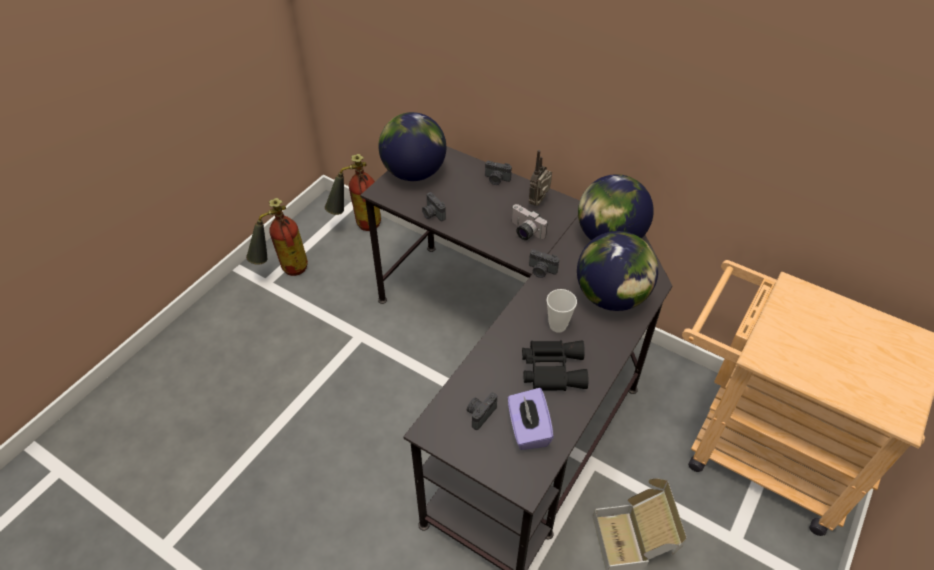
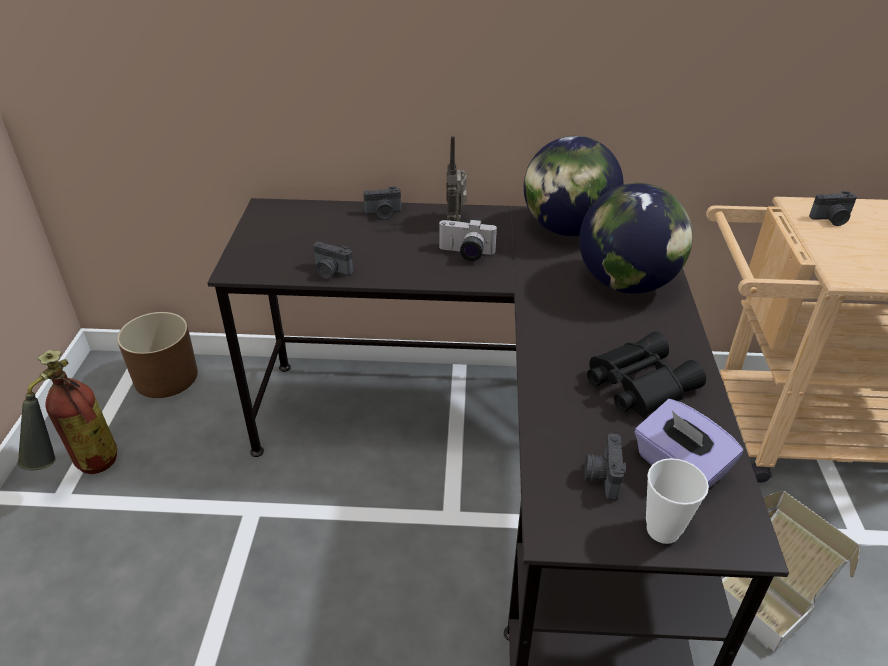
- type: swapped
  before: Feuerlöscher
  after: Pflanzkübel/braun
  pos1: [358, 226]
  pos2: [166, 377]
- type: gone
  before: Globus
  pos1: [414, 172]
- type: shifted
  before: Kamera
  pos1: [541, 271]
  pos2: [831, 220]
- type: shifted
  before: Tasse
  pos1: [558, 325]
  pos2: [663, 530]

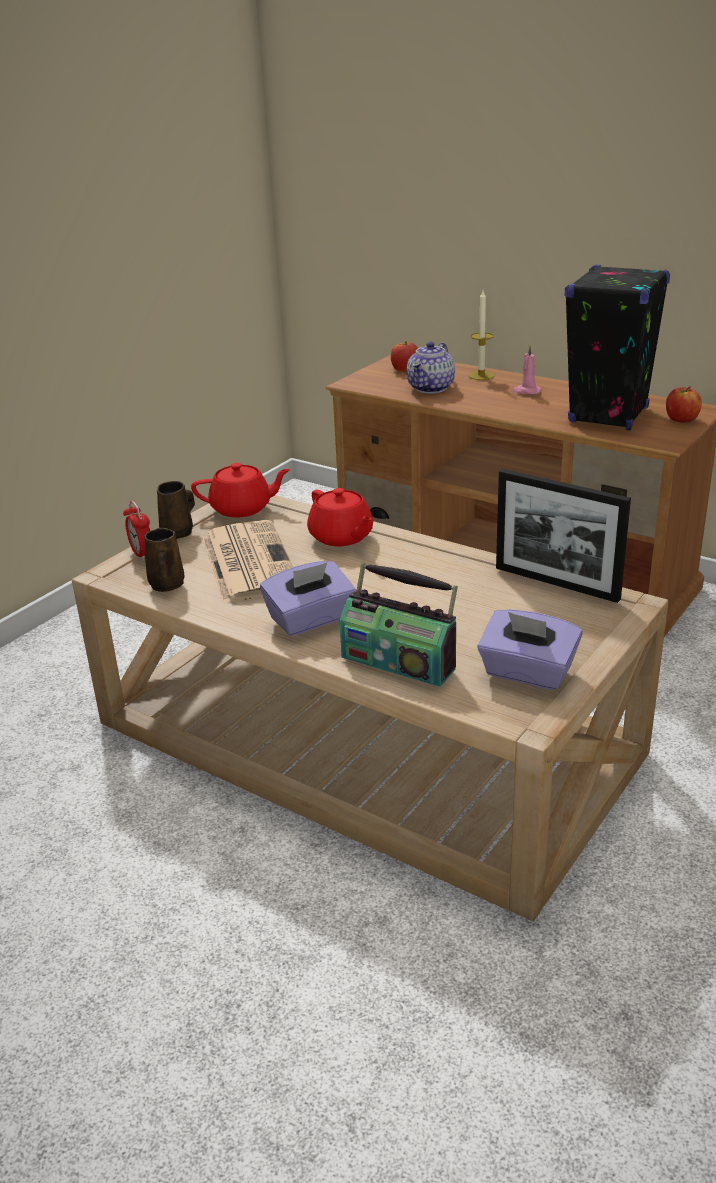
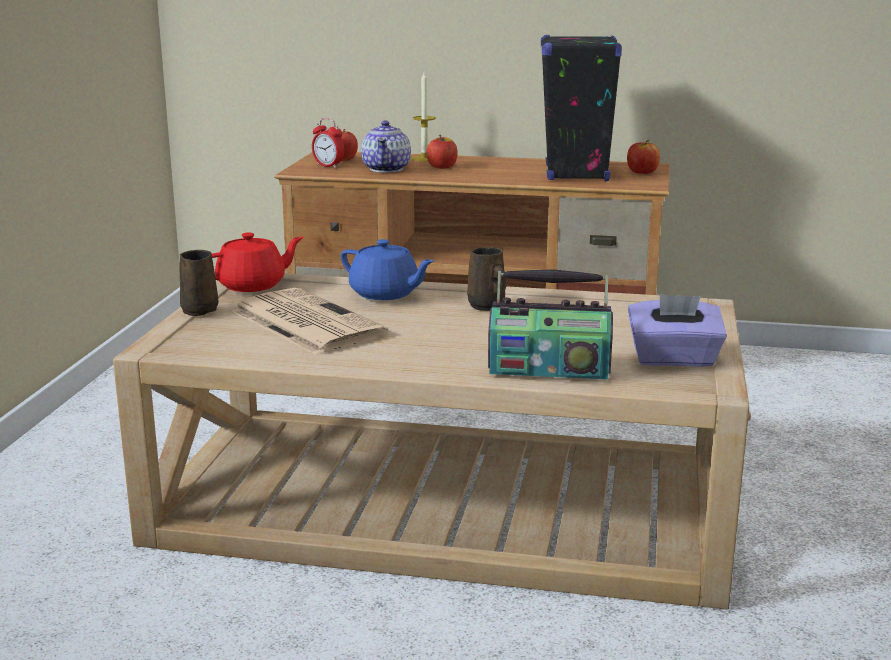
- type: shifted
  before: Wecker
  pos1: [142, 554]
  pos2: [328, 166]
- type: shifted
  before: Henkelbecher/braun
  pos1: [166, 585]
  pos2: [487, 307]
- type: gone
  before: Taschentuchbox/lila
  pos1: [310, 620]
- type: repainted
  before: Teekanne/rot
  after: Teekanne/blau
  pos1: [341, 537]
  pos2: [385, 294]
- type: gone
  before: Bilderrahmen
  pos1: [556, 583]
- type: gone
  before: Kerze/rosa
  pos1: [526, 391]
- type: new
  after: Apfel
  pos2: [442, 167]

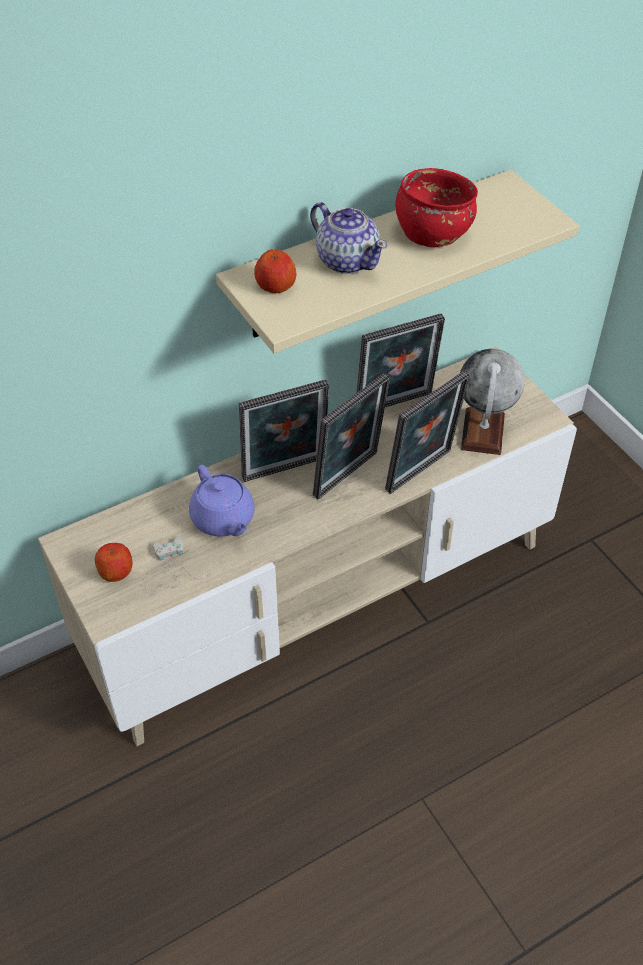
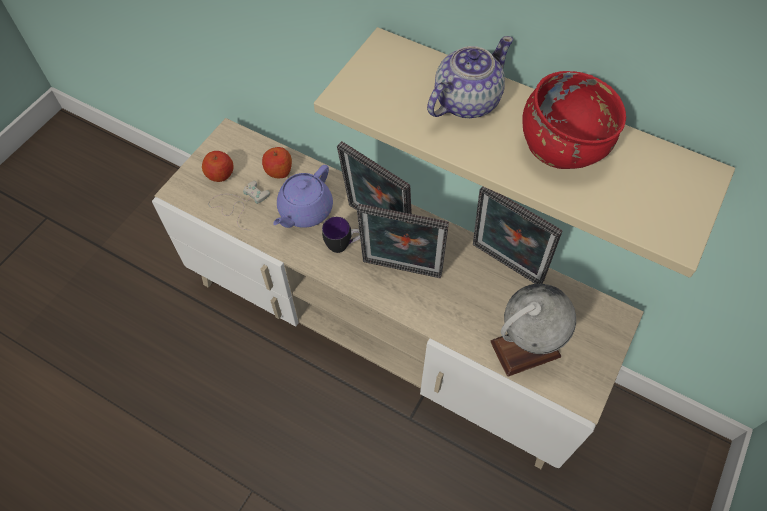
- type: shifted
  before: Apfel
  pos1: [275, 286]
  pos2: [278, 170]
- type: rotated
  before: Teekanne
  pos1: [347, 260]
  pos2: [465, 102]
  turn: -150
- type: gone
  before: Bilderrahmen
  pos1: [422, 473]
- type: new
  after: Henkelbecher
  pos2: [343, 245]

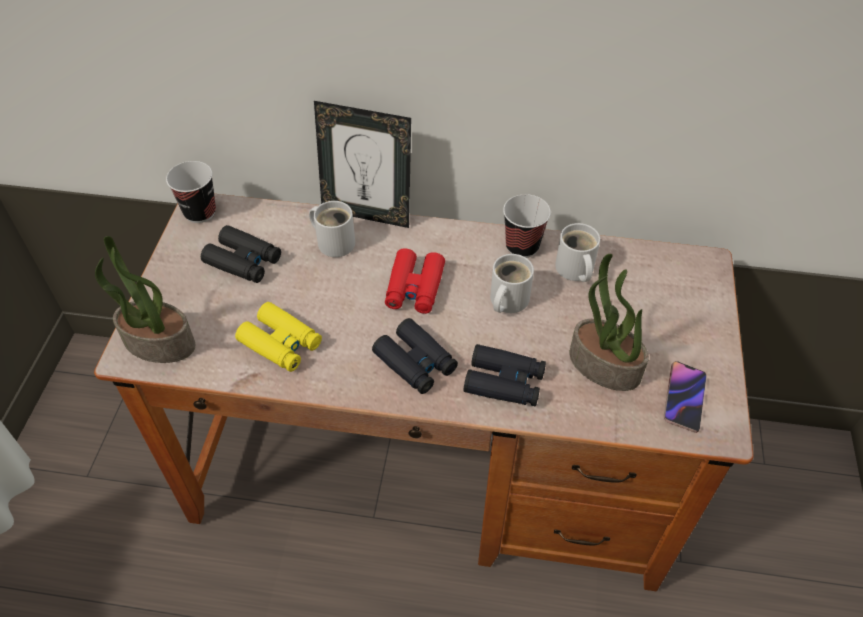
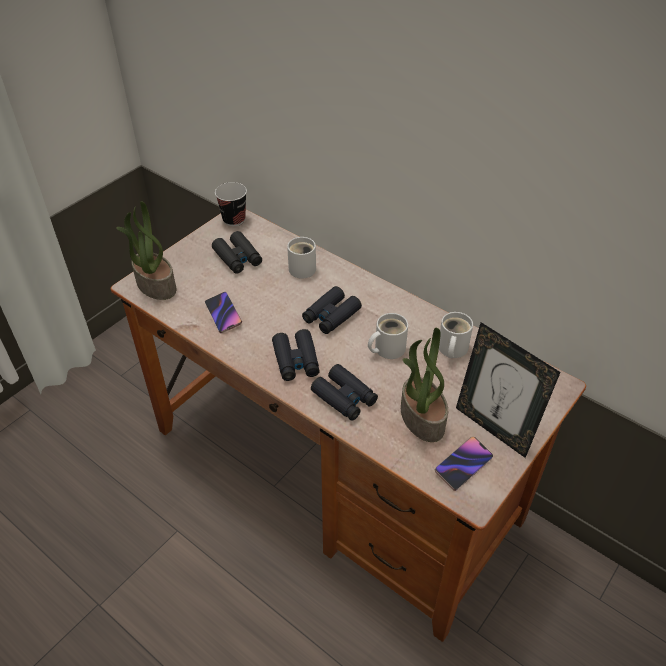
- type: swapped
  before: Fernglas/gelb
  after: Handy
  pos1: [281, 343]
  pos2: [223, 314]
- type: shifted
  before: Bilderrahmen
  pos1: [367, 213]
  pos2: [493, 428]
- type: repainted
  before: Fernglas/rot
  after: Fernglas/schwarz
  pos1: [414, 288]
  pos2: [331, 316]
- type: gone
  before: Tasse
  pos1: [522, 247]

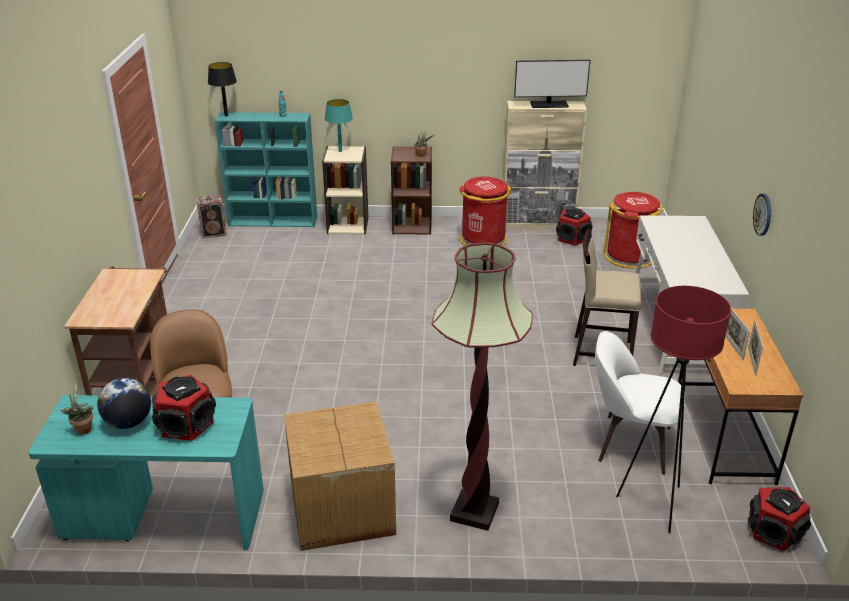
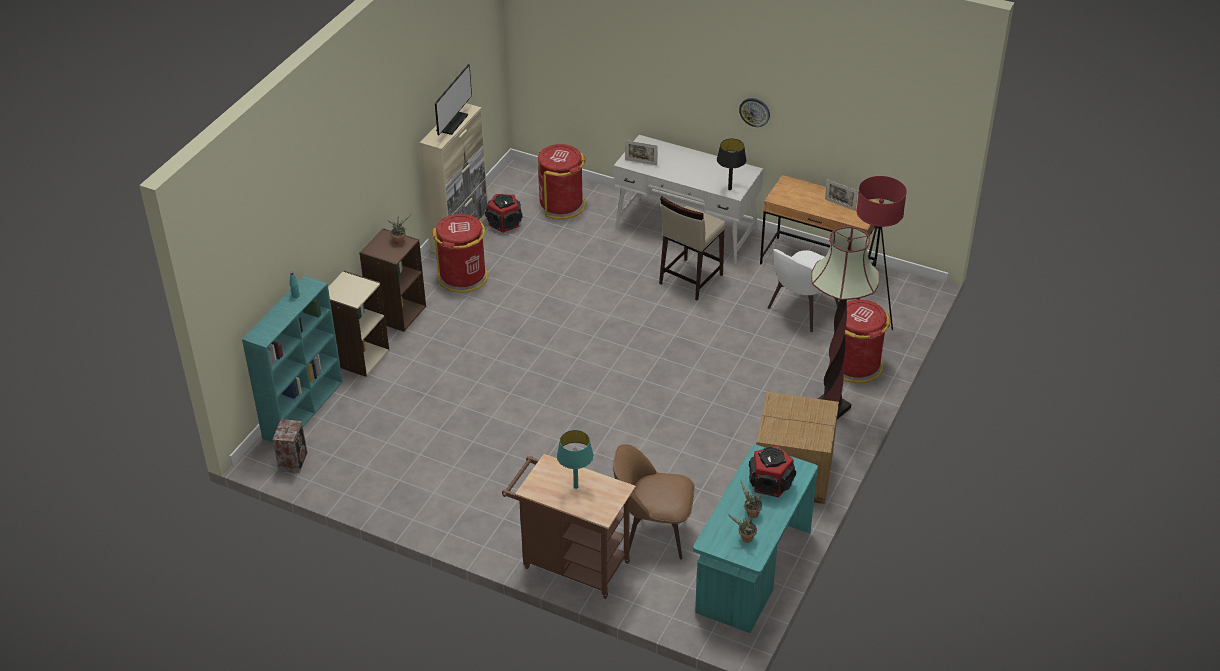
- type: swapped
  before: Globus
  after: Topfpflanze
  pos1: [128, 423]
  pos2: [750, 513]
- type: shifted
  before: Tischlampe/schwarz
  pos1: [226, 115]
  pos2: [729, 189]
- type: shifted
  before: Tischlampe/türkis
  pos1: [340, 151]
  pos2: [576, 487]
- type: shifted
  before: Bilderrahmen
  pos1: [733, 346]
  pos2: [641, 162]
- type: gone
  before: Lautsprecher
  pos1: [773, 532]
- type: new
  after: Mülleimer/rot
  pos2: [856, 365]

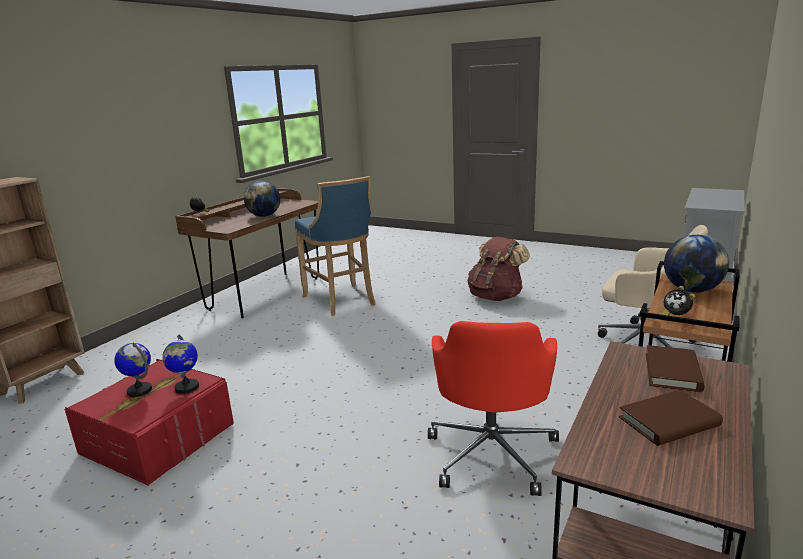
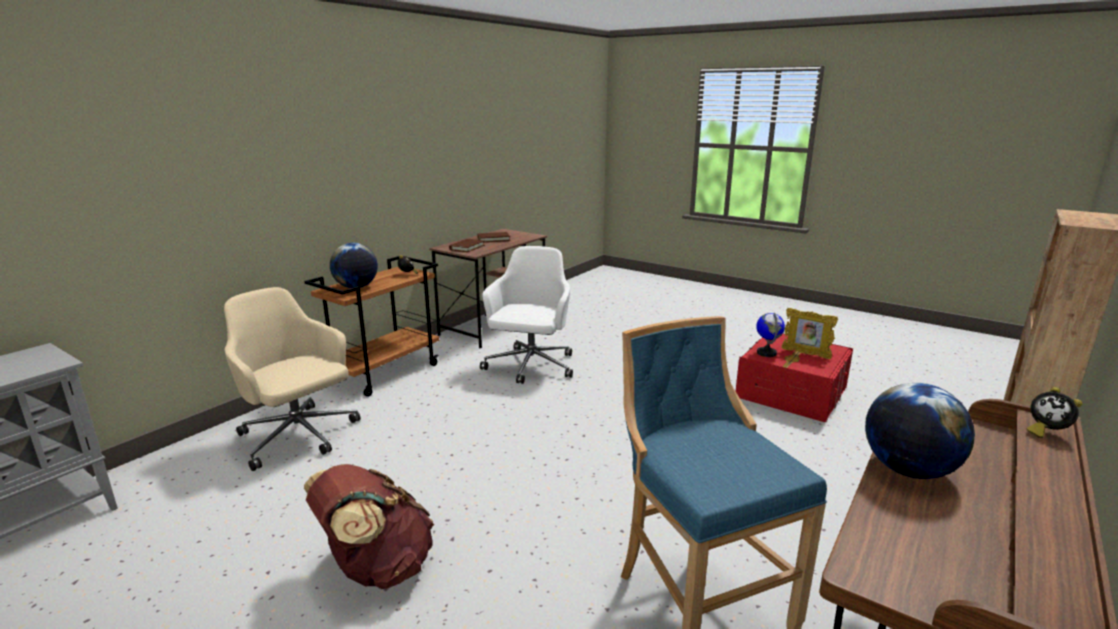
- type: swapped
  before: Globus
  after: Bilderrahmen
  pos1: [139, 390]
  pos2: [805, 354]
- type: repainted
  before: Bürostuhl/rot
  after: Bürostuhl/weiß
  pos1: [492, 452]
  pos2: [530, 366]

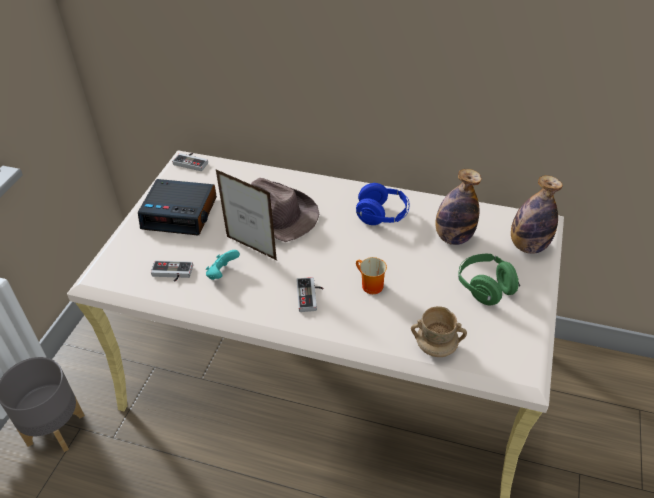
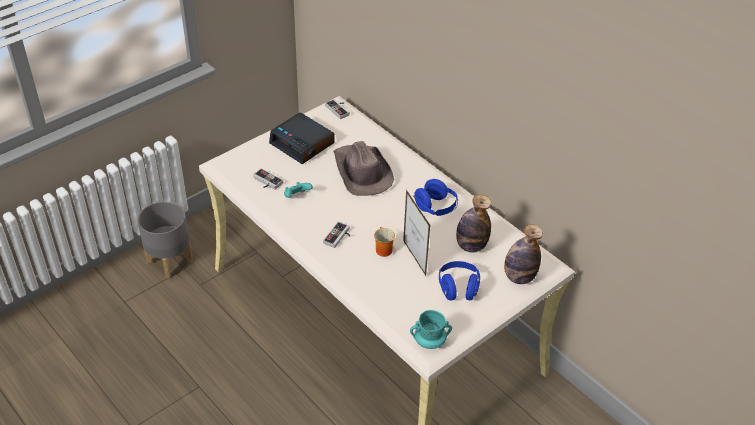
- type: shifted
  before: Bilderrahmen
  pos1: [251, 248]
  pos2: [414, 258]
- type: gone
  before: Henkelbecher/beige
  pos1: [436, 347]
- type: repainted
  before: Kopfhörer/grün
  after: Kopfhörer/blau
  pos1: [485, 288]
  pos2: [458, 288]
- type: new
  after: Henkelbecher/türkis
  pos2: [429, 342]

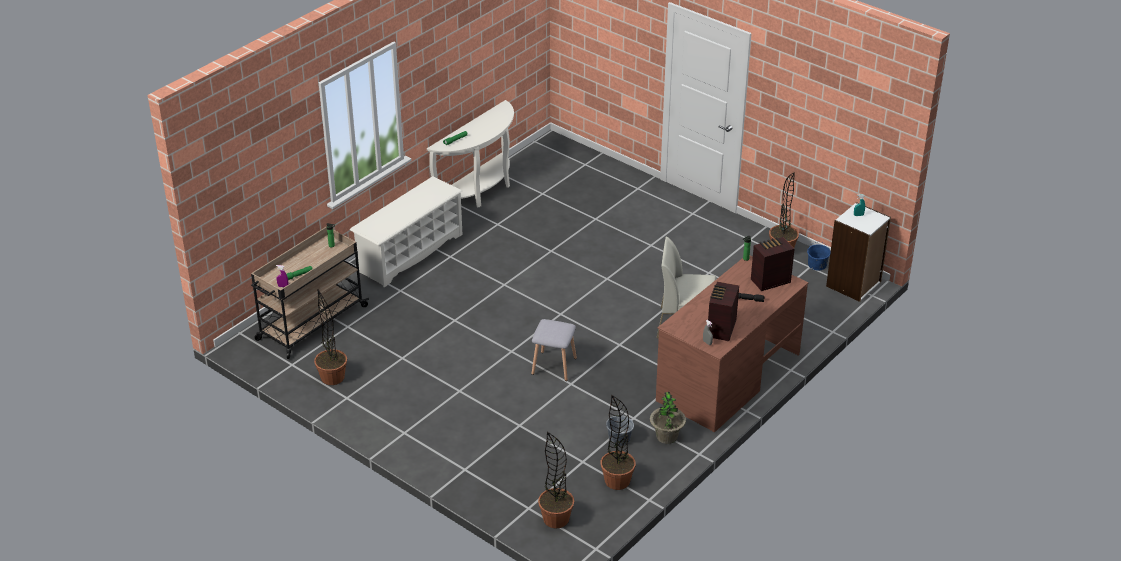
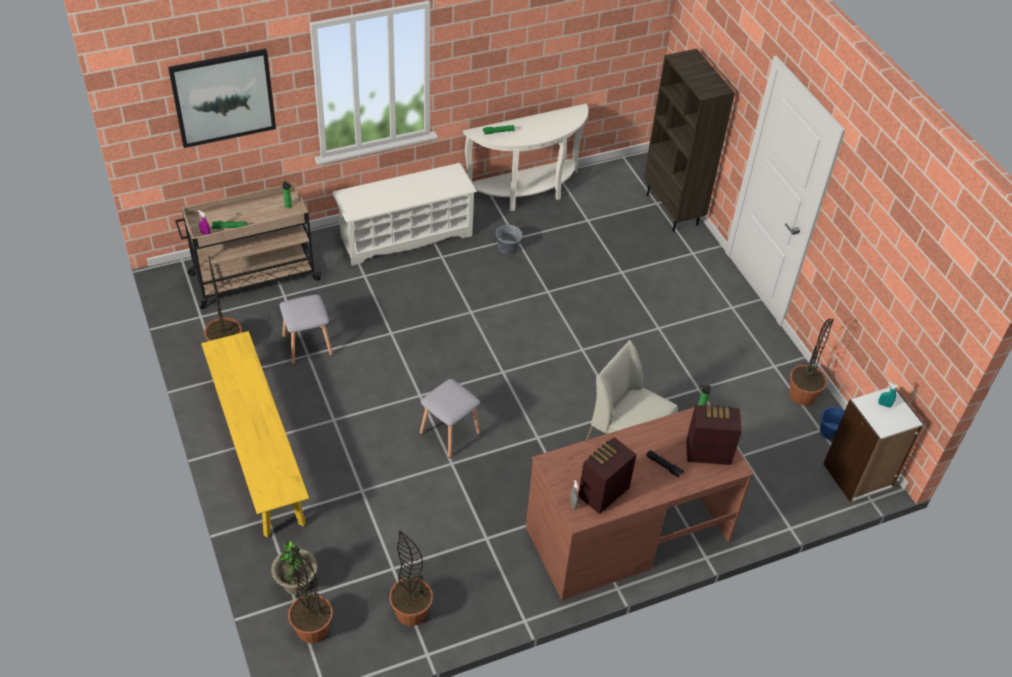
- type: shifted
  before: Eimer/grau
  pos1: [619, 438]
  pos2: [508, 247]
- type: shifted
  before: Topfpflanze
  pos1: [666, 436]
  pos2: [296, 583]
- type: new
  after: Bild
  pos2: [223, 97]
- type: new
  after: Bank/gelb
  pos2: [258, 451]
- type: new
  after: Hocker/grau
  pos2: [308, 345]
- type: new
  after: Bücherregal/braun
  pos2: [673, 210]

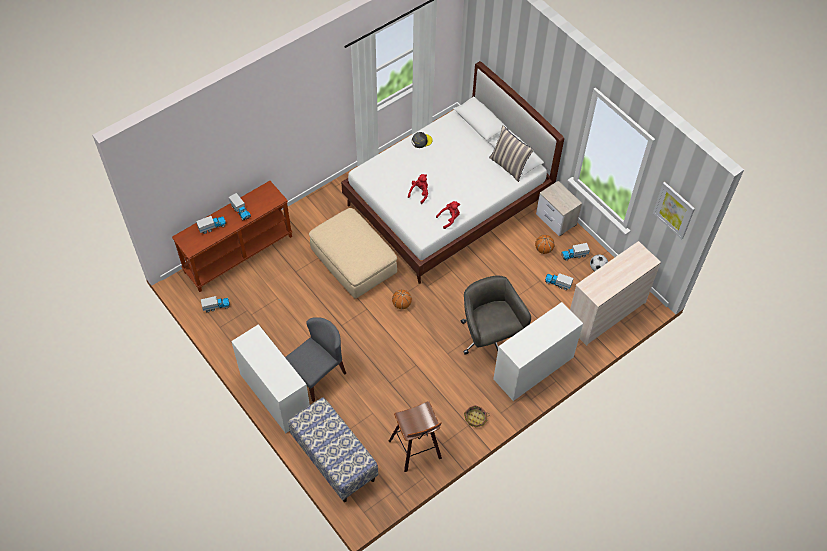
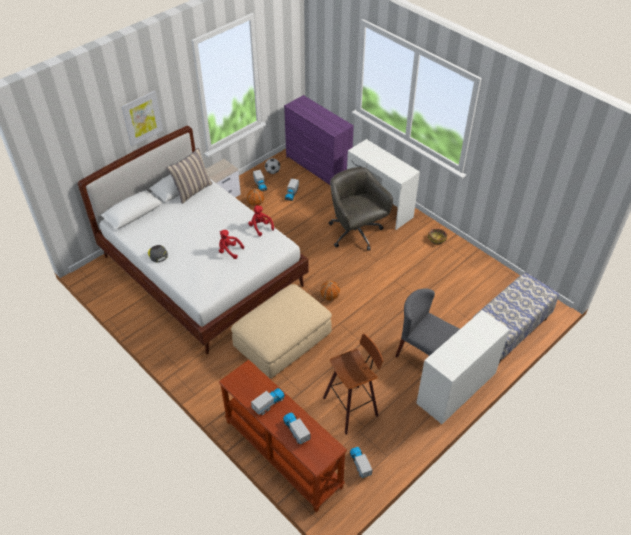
- type: shifted
  before: Hocker
  pos1: [417, 450]
  pos2: [352, 407]
- type: rotated
  before: Bürostuhl/grau
  pos1: [489, 338]
  pos2: [356, 234]
  turn: 90
- type: repainted
  before: Kommode/beige
  after: Kommode/lila
  pos1: [605, 313]
  pos2: [317, 167]
- type: shifted
  before: Bild
  pos1: [674, 210]
  pos2: [142, 118]

